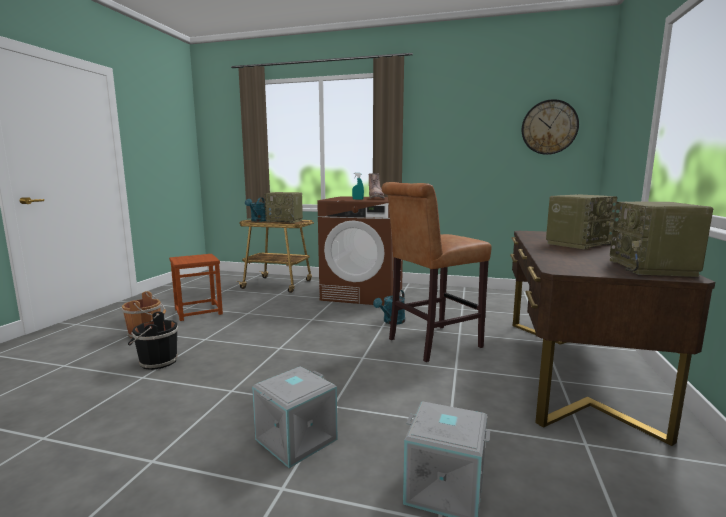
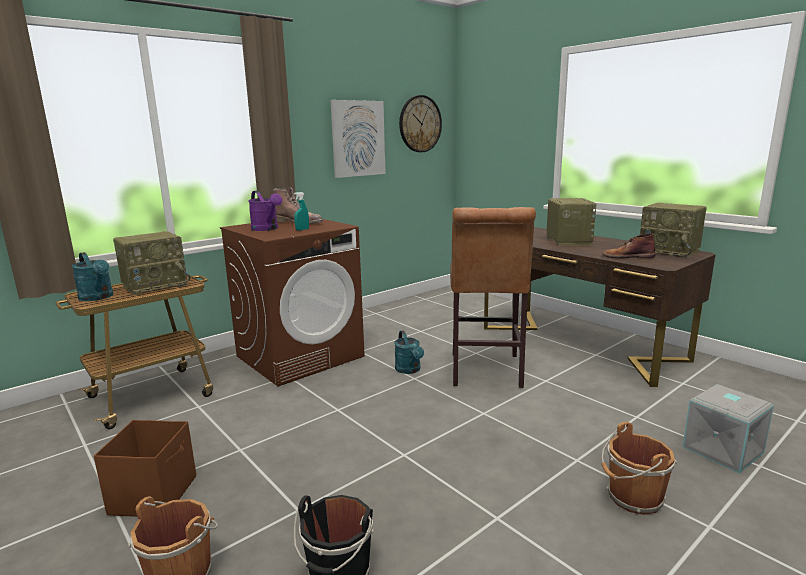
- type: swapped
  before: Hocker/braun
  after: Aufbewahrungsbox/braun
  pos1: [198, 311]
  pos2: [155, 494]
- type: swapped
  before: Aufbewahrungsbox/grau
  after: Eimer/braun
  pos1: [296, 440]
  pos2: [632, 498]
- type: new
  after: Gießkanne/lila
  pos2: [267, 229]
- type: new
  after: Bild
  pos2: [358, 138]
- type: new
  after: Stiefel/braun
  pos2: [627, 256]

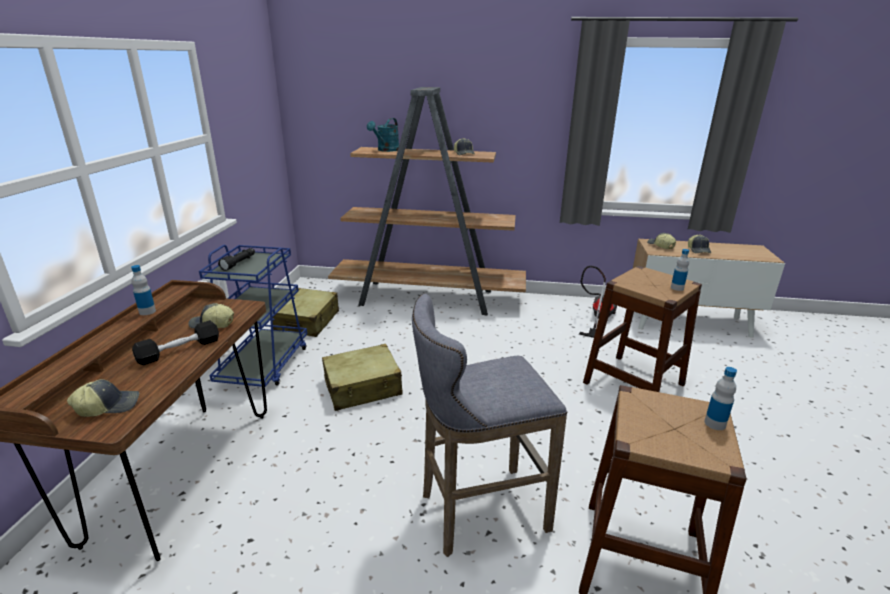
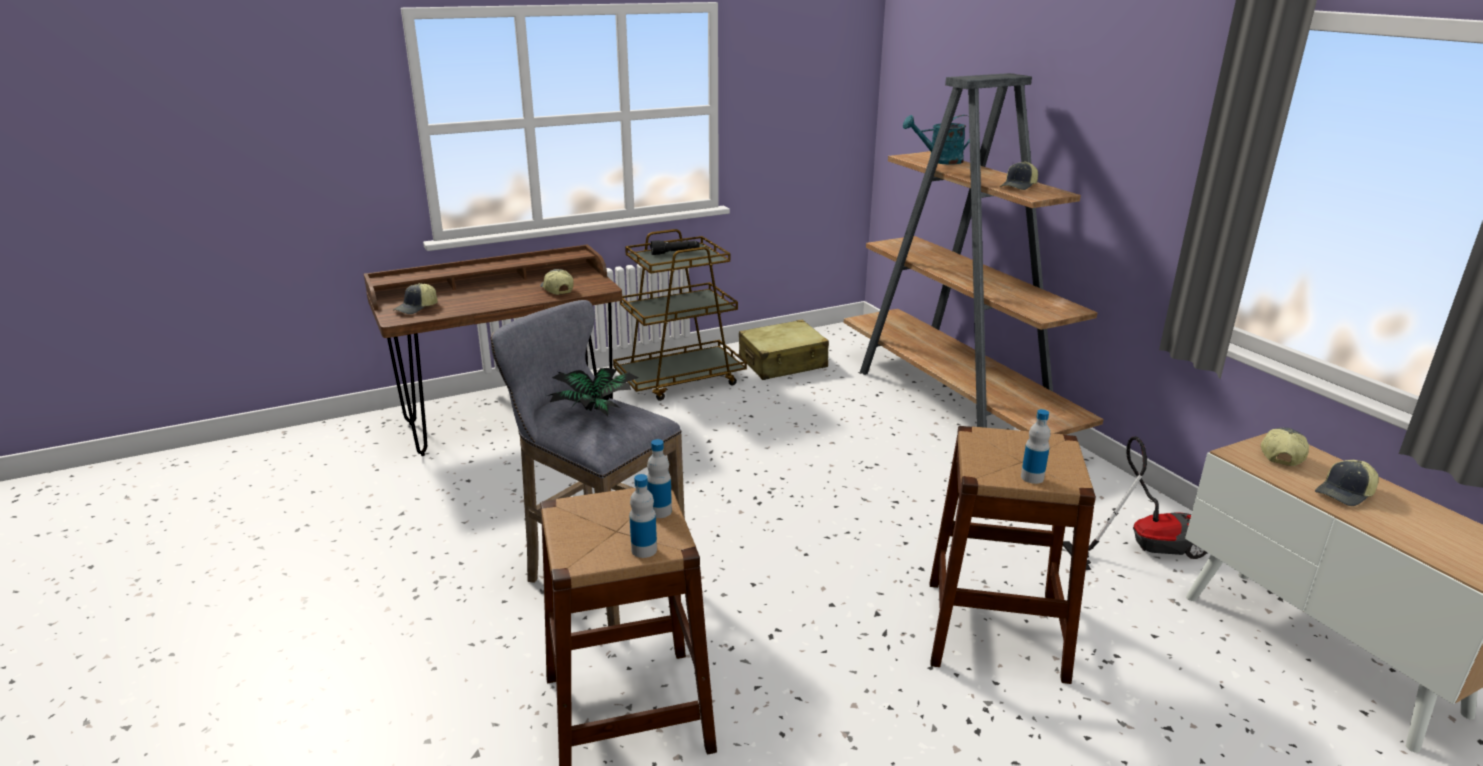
- type: rotated
  before: Kappe
  pos1: [108, 406]
  pos2: [417, 308]
  turn: 90
- type: shifted
  before: Flasche
  pos1: [147, 311]
  pos2: [659, 511]
- type: gone
  before: Hantel/schwarz
  pos1: [179, 350]
- type: repainted
  before: Rollwagen/blau
  after: Rollwagen/braun
  pos1: [264, 365]
  pos2: [680, 380]
- type: gone
  before: Koffer/beige
  pos1: [363, 387]
- type: new
  after: Topfpflanze
  pos2: [596, 409]

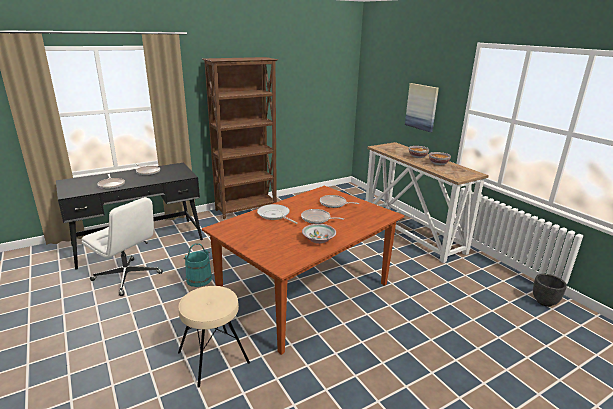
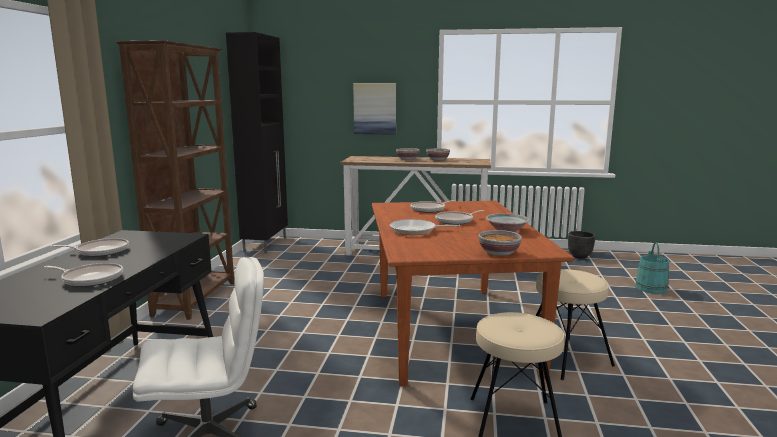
- type: shifted
  before: Eimer/türkis
  pos1: [199, 279]
  pos2: [651, 288]
- type: new
  after: Schrank/schwarz
  pos2: [266, 244]
- type: new
  after: Schüssel
  pos2: [499, 253]
- type: new
  after: Hocker/beige
  pos2: [565, 358]

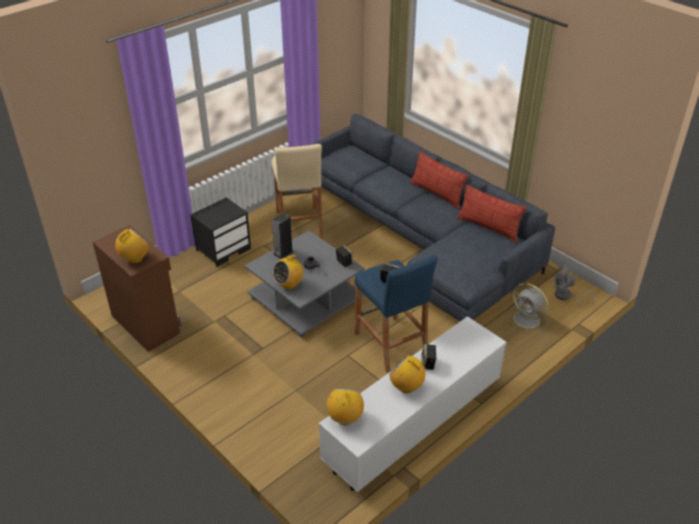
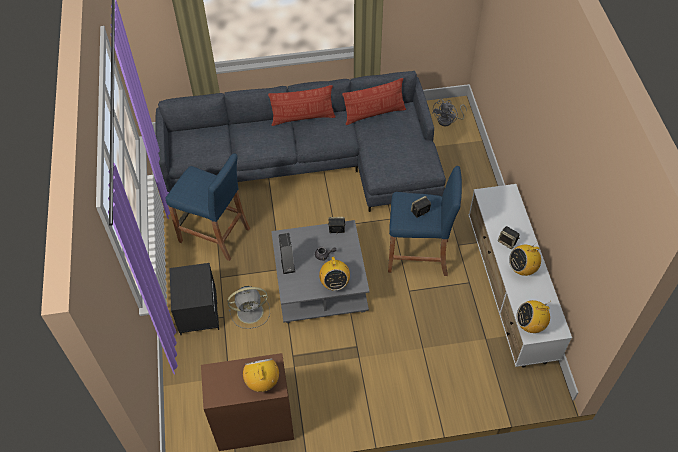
- type: repainted
  before: Hocker/beige
  after: Hocker/blau
  pos1: [299, 224]
  pos2: [214, 235]
- type: rotated
  before: Radio
  pos1: [345, 418]
  pos2: [530, 325]
  turn: -45
- type: shifted
  before: Ventilator/grau
  pos1: [528, 320]
  pos2: [251, 311]

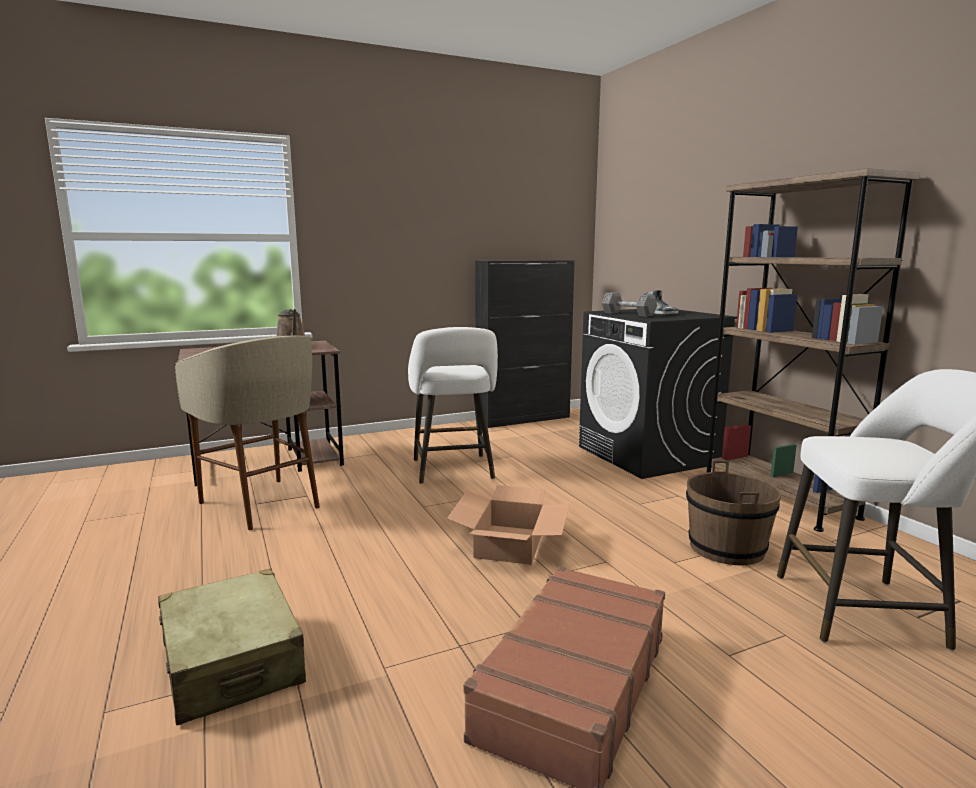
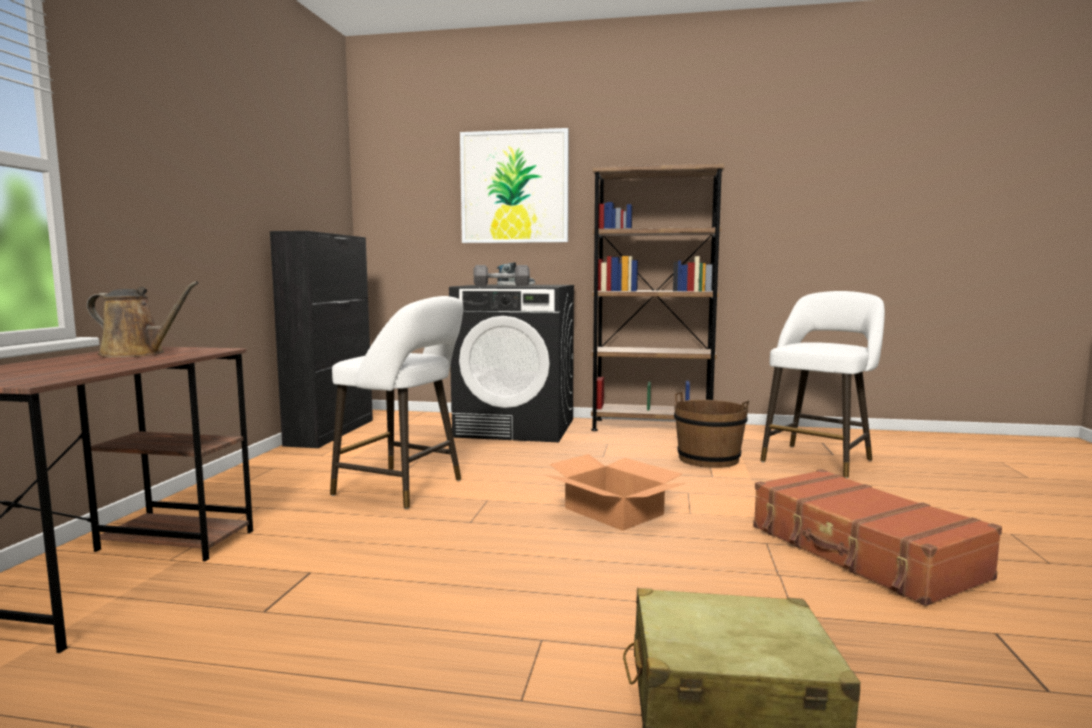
- type: gone
  before: Hocker/beige
  pos1: [262, 504]
- type: new
  after: Bild
  pos2: [514, 187]

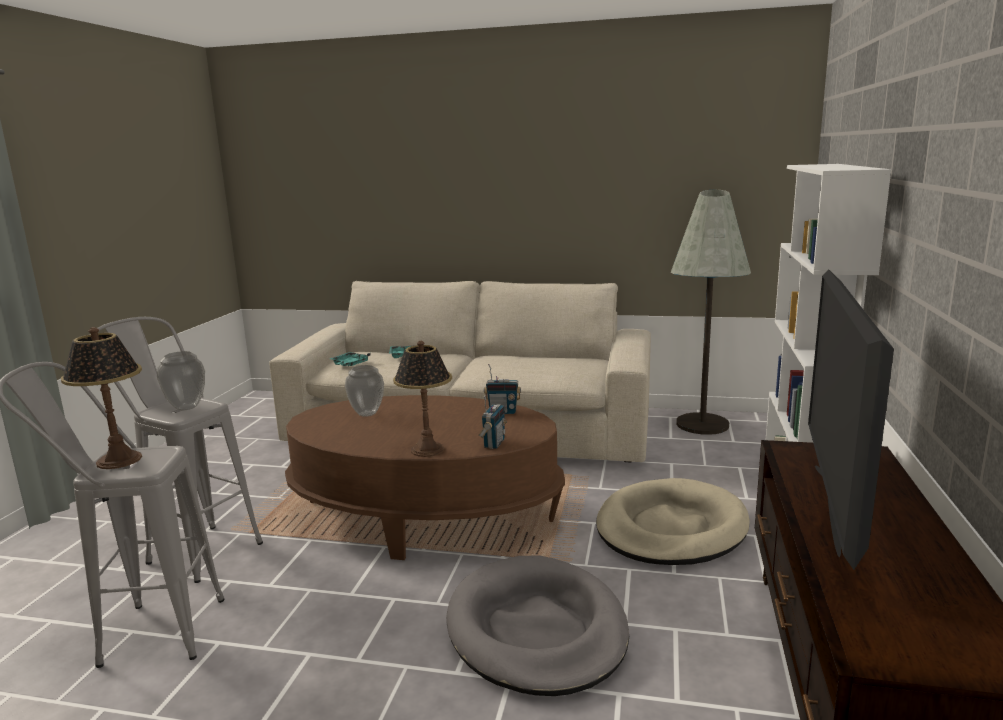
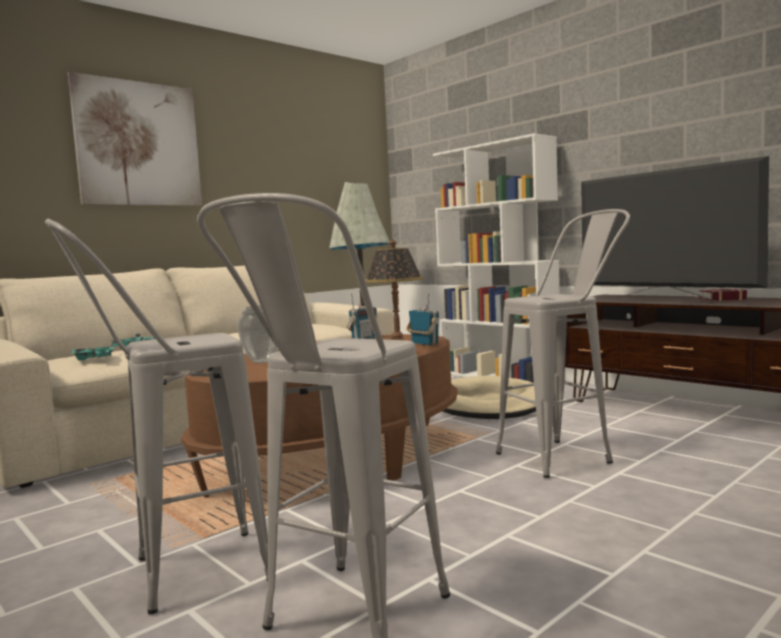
- type: gone
  before: Tischlampe
  pos1: [118, 460]
- type: gone
  before: Vase
  pos1: [187, 407]
- type: swapped
  before: Hundebett/grau
  after: Hocker/grau
  pos1: [536, 630]
  pos2: [566, 455]
- type: new
  after: Bild
  pos2: [138, 144]
- type: new
  after: Buch
  pos2: [720, 299]

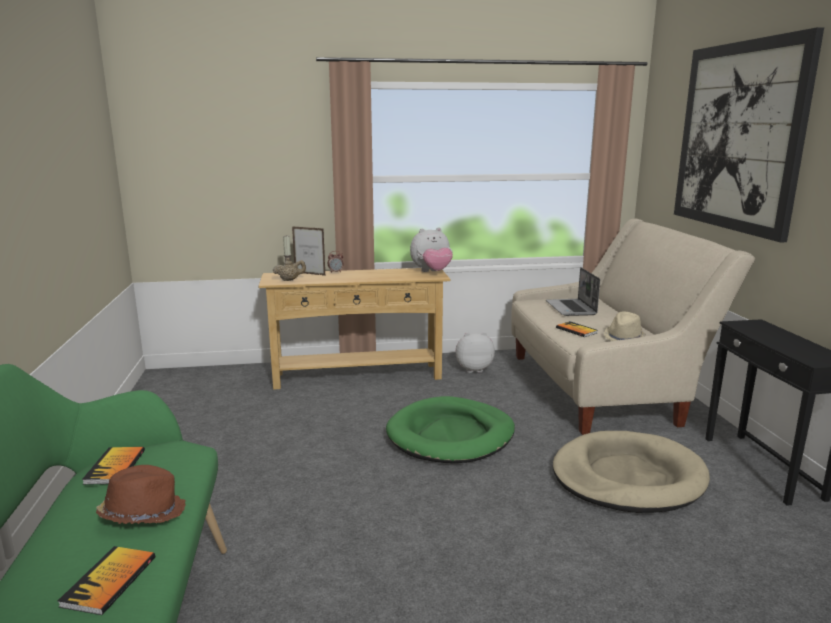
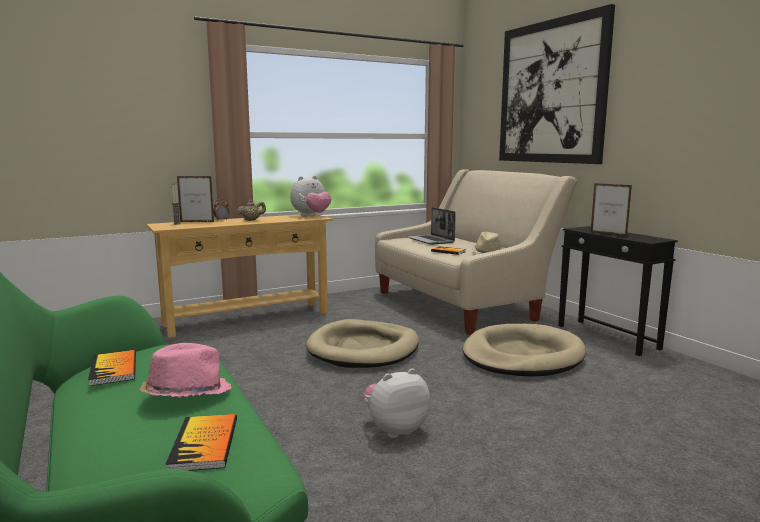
- type: repainted
  before: Hut/braun
  after: Hut/rosa
  pos1: [143, 513]
  pos2: [186, 394]
- type: shifted
  before: Teekanne/beige
  pos1: [290, 280]
  pos2: [252, 220]
- type: repainted
  before: Hundebett/grün
  after: Hundebett/beige
  pos1: [451, 435]
  pos2: [364, 349]
- type: shifted
  before: Plüschtier
  pos1: [473, 369]
  pos2: [395, 429]
- type: new
  after: Bilderrahmen
  pos2: [608, 234]

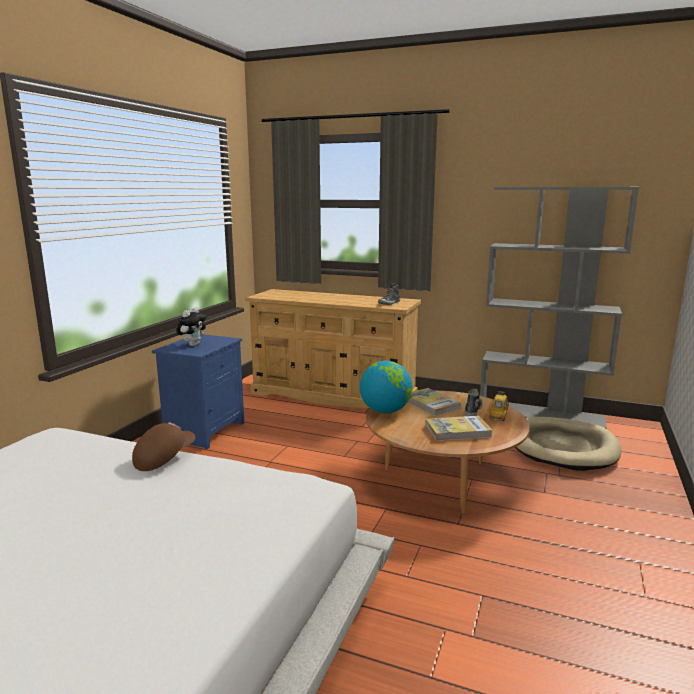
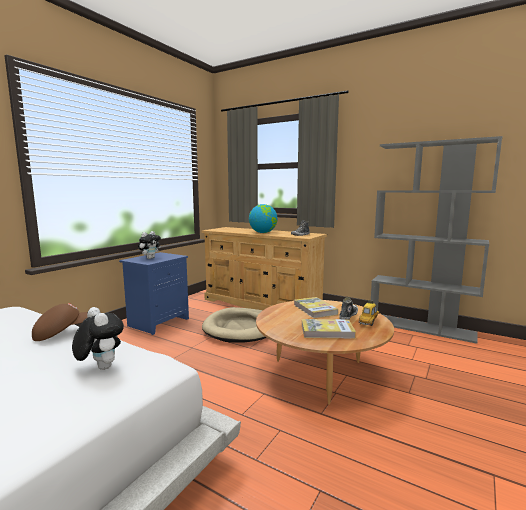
- type: shifted
  before: Globus
  pos1: [385, 411]
  pos2: [263, 233]
- type: shifted
  before: Hundebett/beige
  pos1: [563, 447]
  pos2: [242, 328]
- type: new
  after: Plüschtier
  pos2: [100, 367]

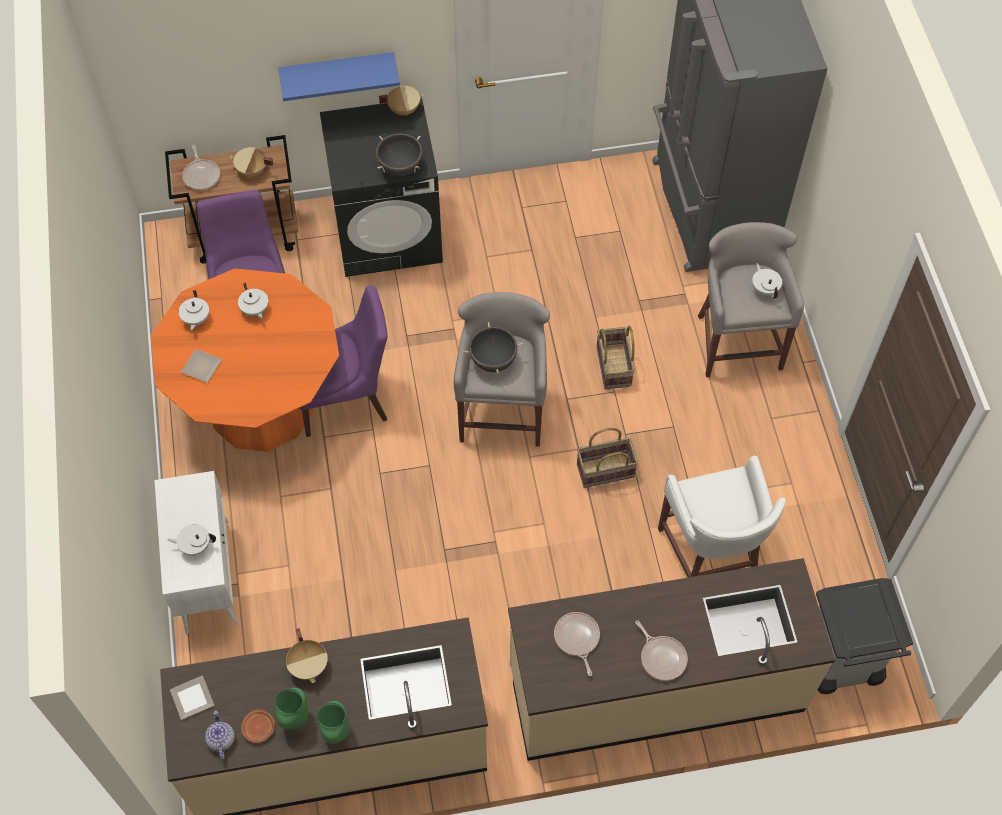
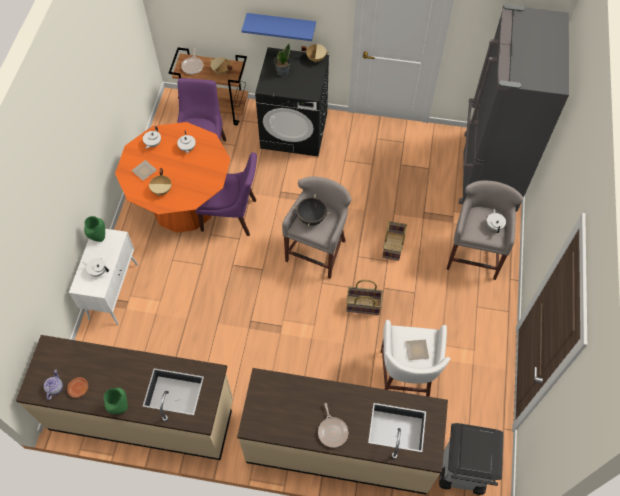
- type: shifted
  before: Teller
  pos1: [193, 696]
  pos2: [417, 349]
- type: shifted
  before: Vase/grün
  pos1: [296, 720]
  pos2: [99, 238]
- type: shifted
  before: Kochtopf/beige
  pos1: [309, 665]
  pos2: [162, 190]
- type: gone
  before: Kochtopf/schwarz
  pos1: [400, 167]
- type: gone
  before: Pfanne
  pos1: [577, 638]
- type: new
  after: Topfpflanze
  pos2: [282, 72]

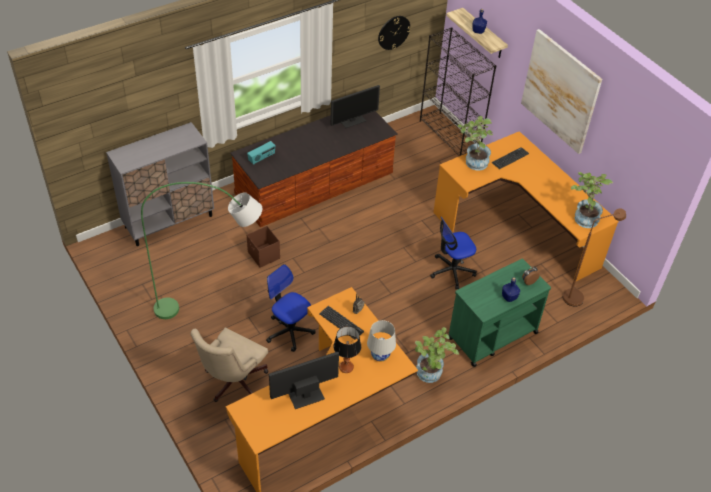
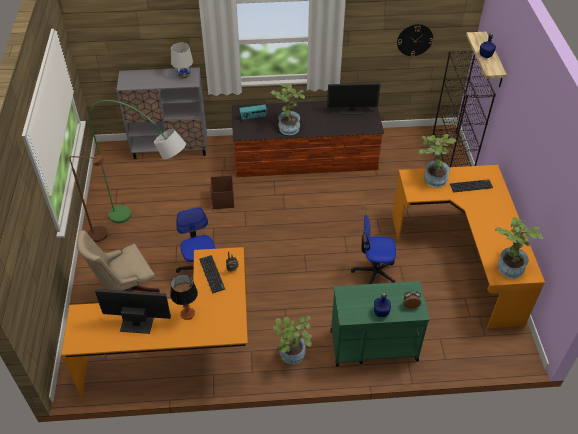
- type: shifted
  before: Tischlampe/weiß
  pos1: [380, 355]
  pos2: [183, 75]
- type: gone
  before: Bild
  pos1: [560, 91]
- type: shifted
  before: Stehlampe/braun
  pos1: [578, 296]
  pos2: [103, 235]
- type: new
  after: Topfpflanze
  pos2: [288, 126]

